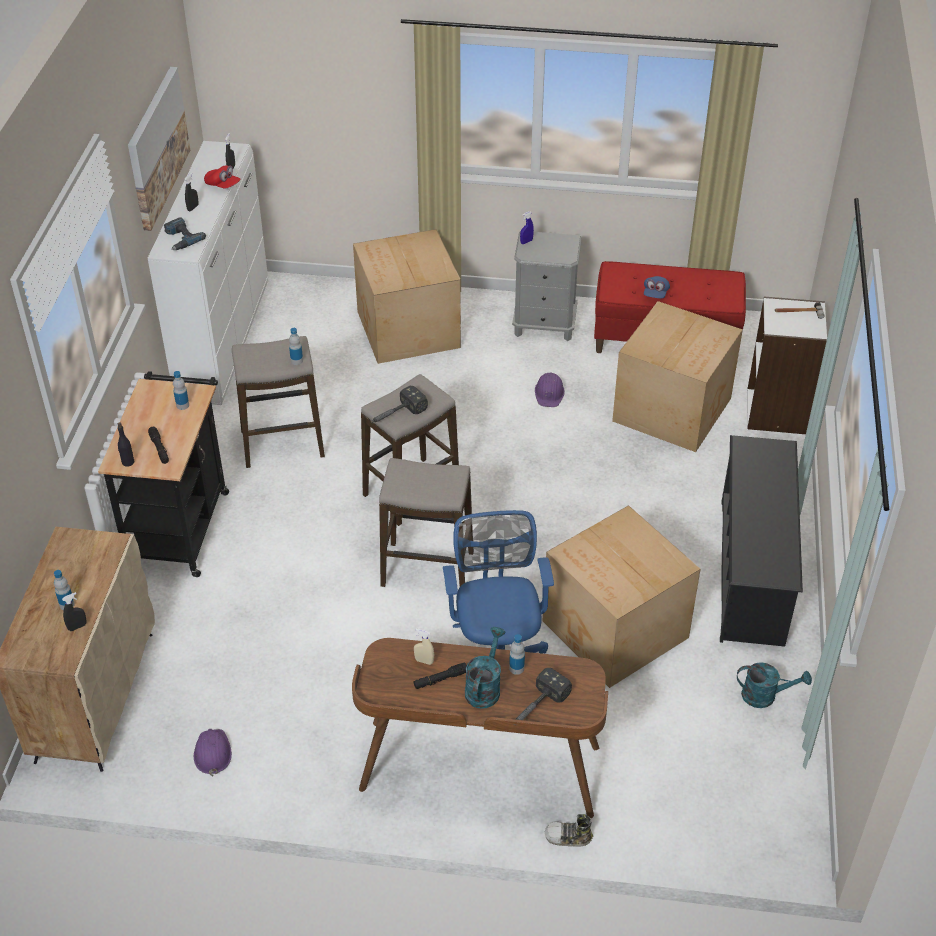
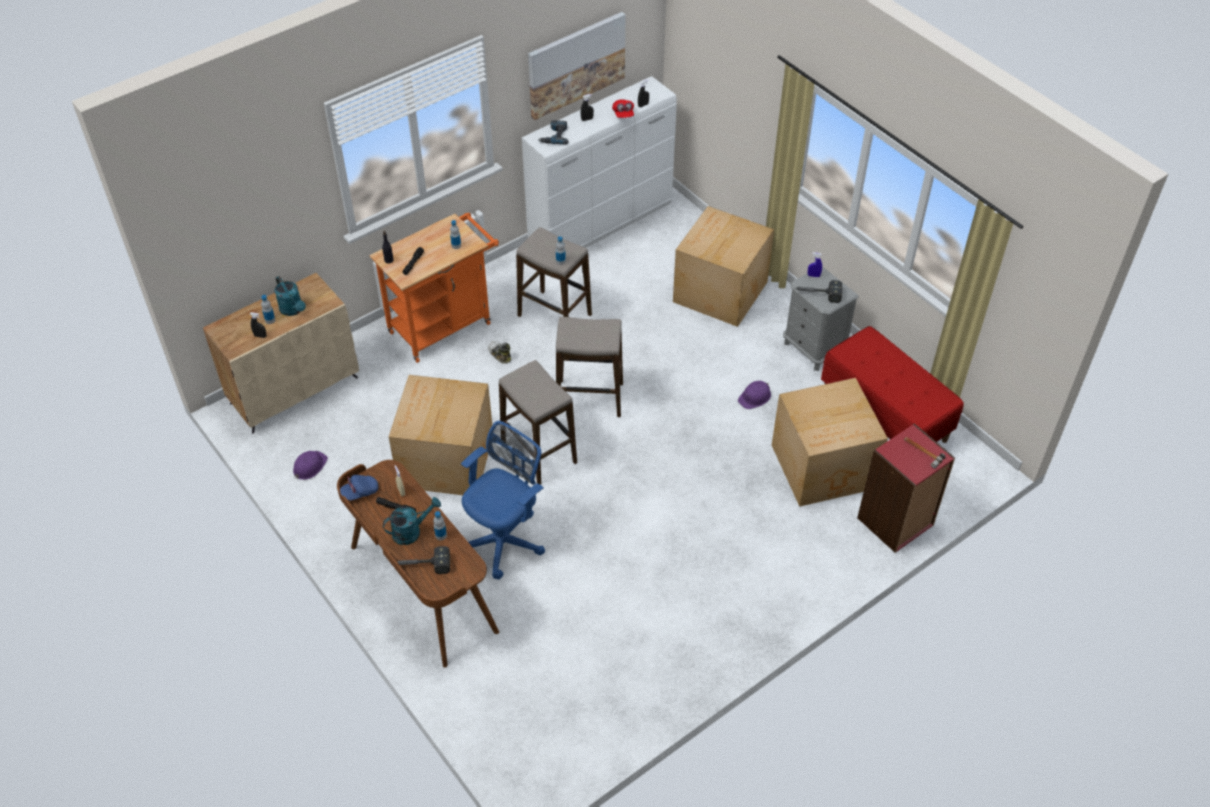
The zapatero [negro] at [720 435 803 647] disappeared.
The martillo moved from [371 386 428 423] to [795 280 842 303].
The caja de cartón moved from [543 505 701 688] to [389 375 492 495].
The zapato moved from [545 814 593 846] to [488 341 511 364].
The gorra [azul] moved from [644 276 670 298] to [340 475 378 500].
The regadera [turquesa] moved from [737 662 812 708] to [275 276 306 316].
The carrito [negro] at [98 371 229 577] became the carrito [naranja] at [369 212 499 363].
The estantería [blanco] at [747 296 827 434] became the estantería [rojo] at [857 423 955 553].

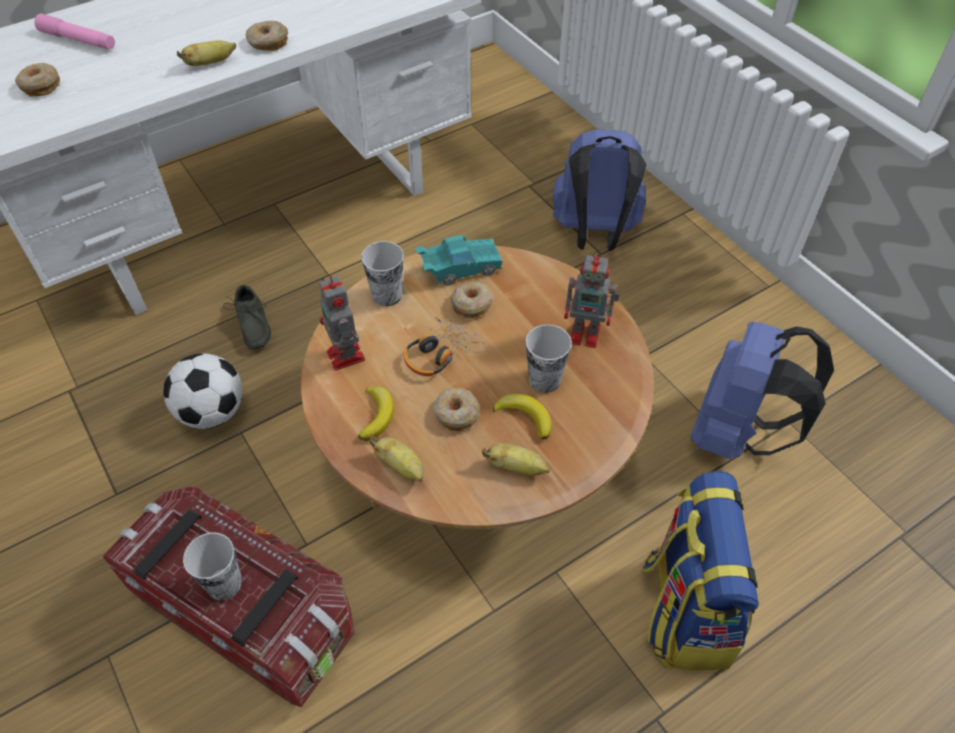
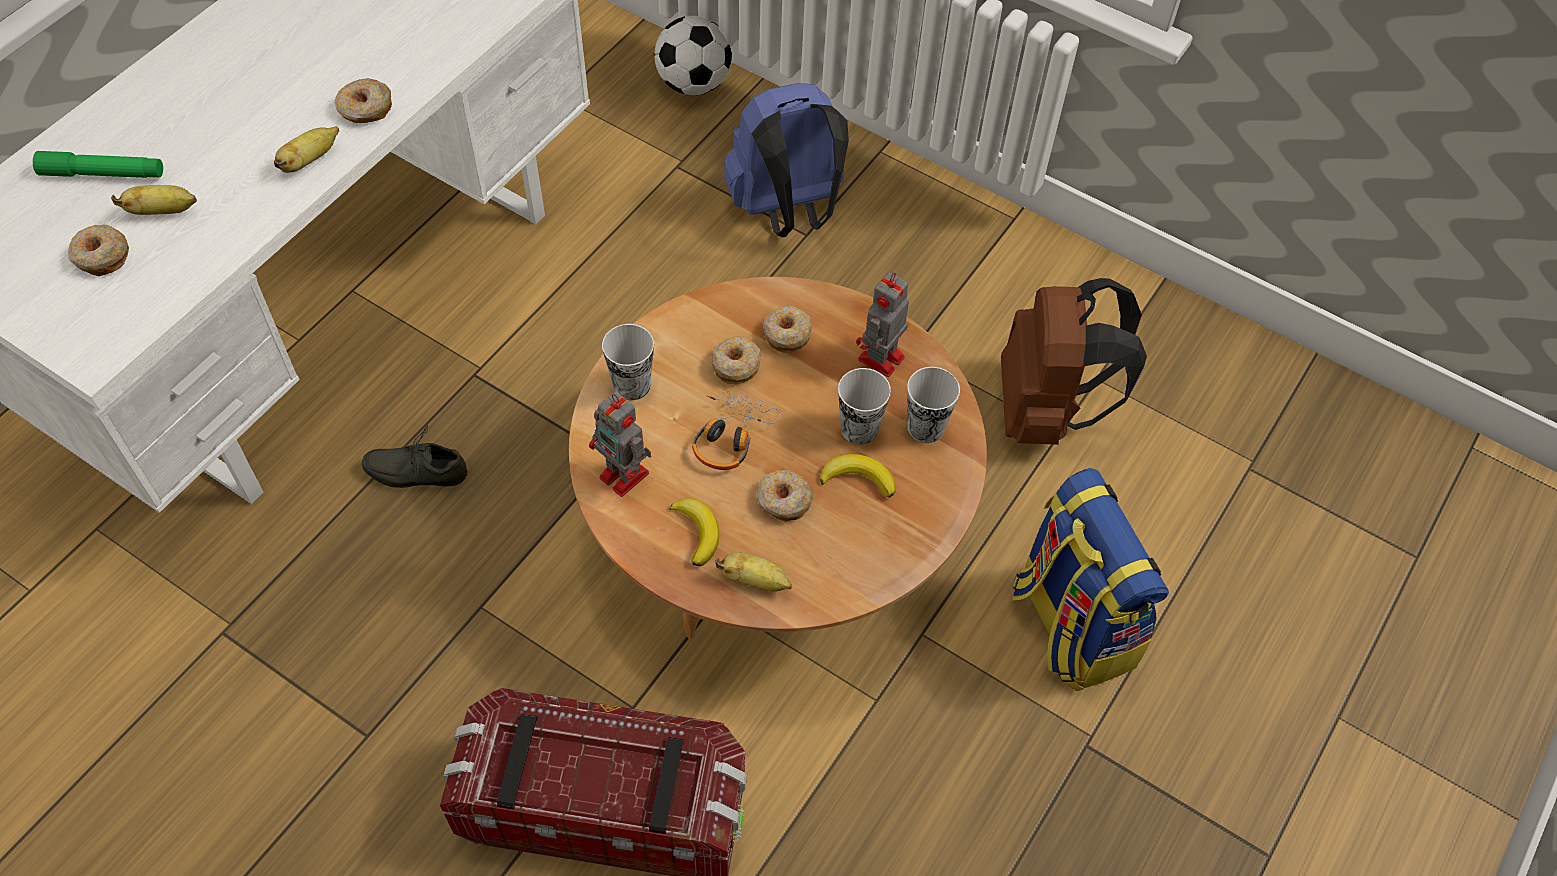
The coche de juguete [turquesa] at [415 235 503 286] disappeared.
The rosquilla at [763 305 812 353] appeared.
The balón de fútbol moved from [163 353 243 429] to [654 16 732 95].
The taza moved from [183 533 242 600] to [907 367 960 443].
The plátano moved from [482 443 550 476] to [111 185 197 215].
The linterna [rosa] at [34 14 115 49] became the linterna [verde] at [33 151 163 178].
The mochila [azul] at [691 322 834 459] became the mochila [marrón] at [1001 278 1147 445].
The zapato [gris] at [223 285 271 349] turned 135 degrees clockwise.
The robot de juguete at [564 252 620 348] turned 135 degrees clockwise.

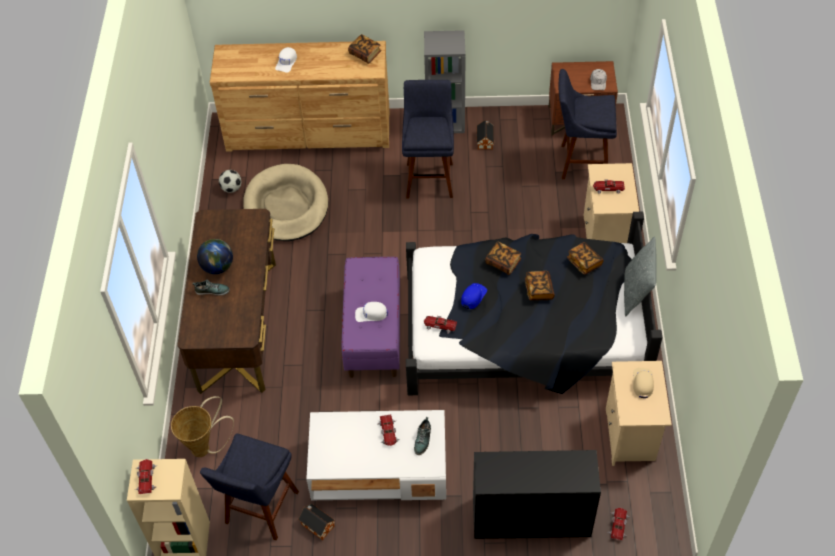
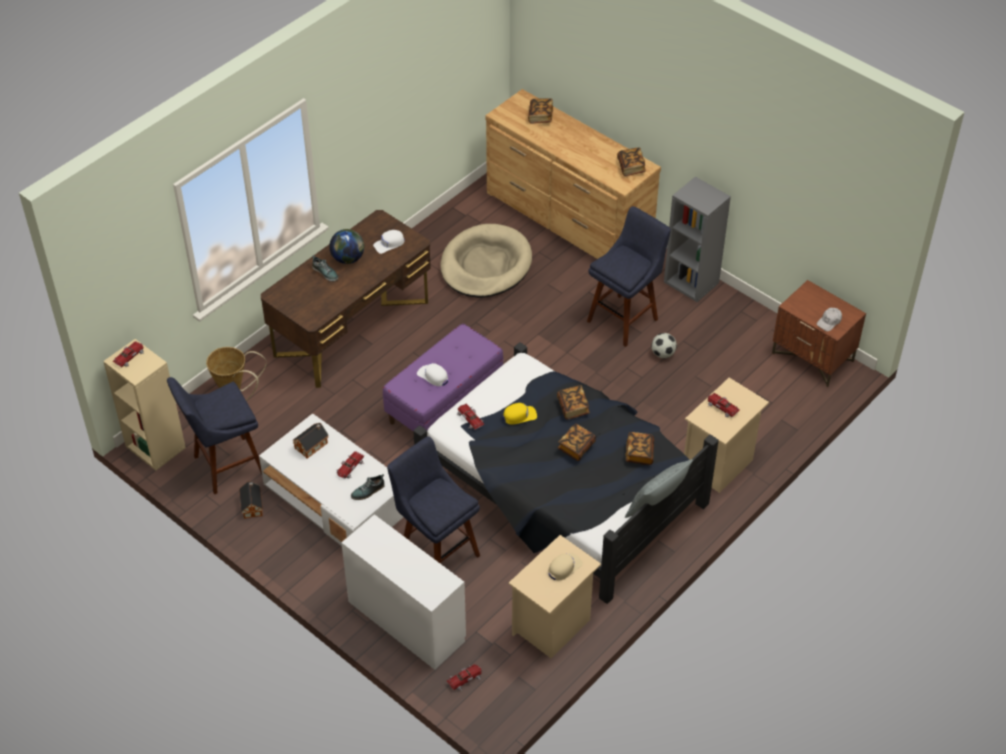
The libro at [528 98 553 124] appeared.
The balón de fútbol moved from [219 170 241 193] to [651 333 677 358].
The gorra [blanco] moved from [275 47 297 72] to [373 230 405 254].
The casita moved from [477 120 494 150] to [292 423 329 458].
The taburete [azul] moved from [559 69 617 179] to [387 436 480 564].
The gorra [azul] at [461 283 487 309] became the gorra [amarillo] at [503 403 537 424].
The escritorio [negro] at [473 450 601 539] became the escritorio [blanco] at [341 514 466 670].

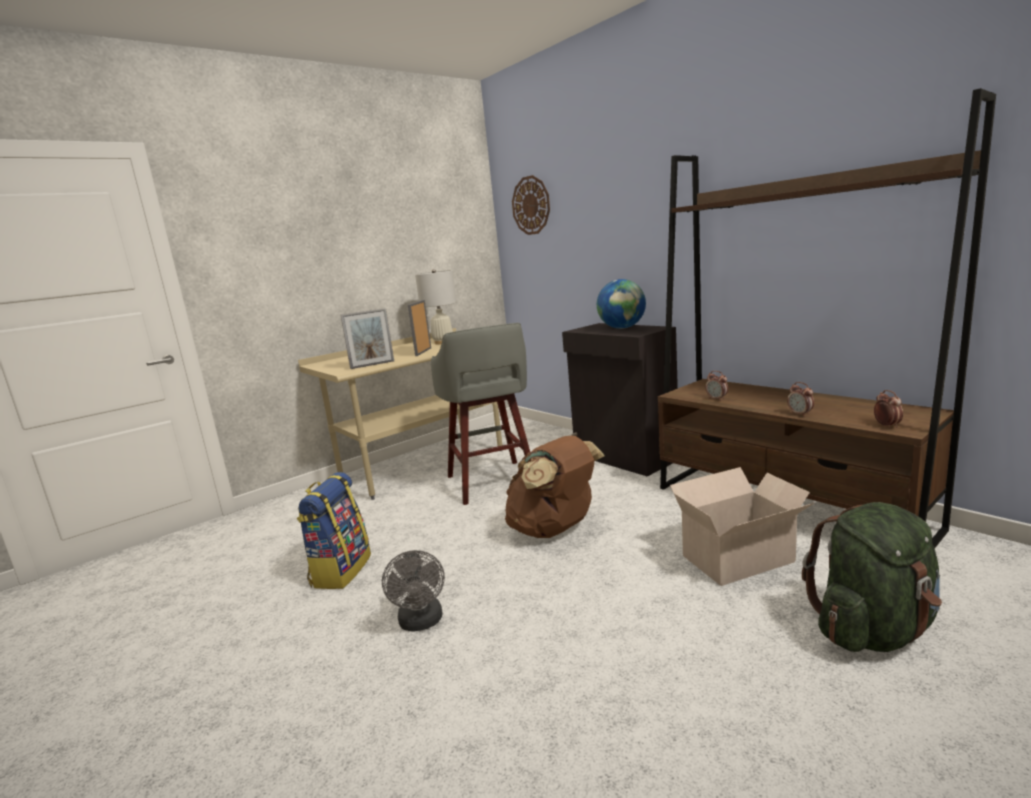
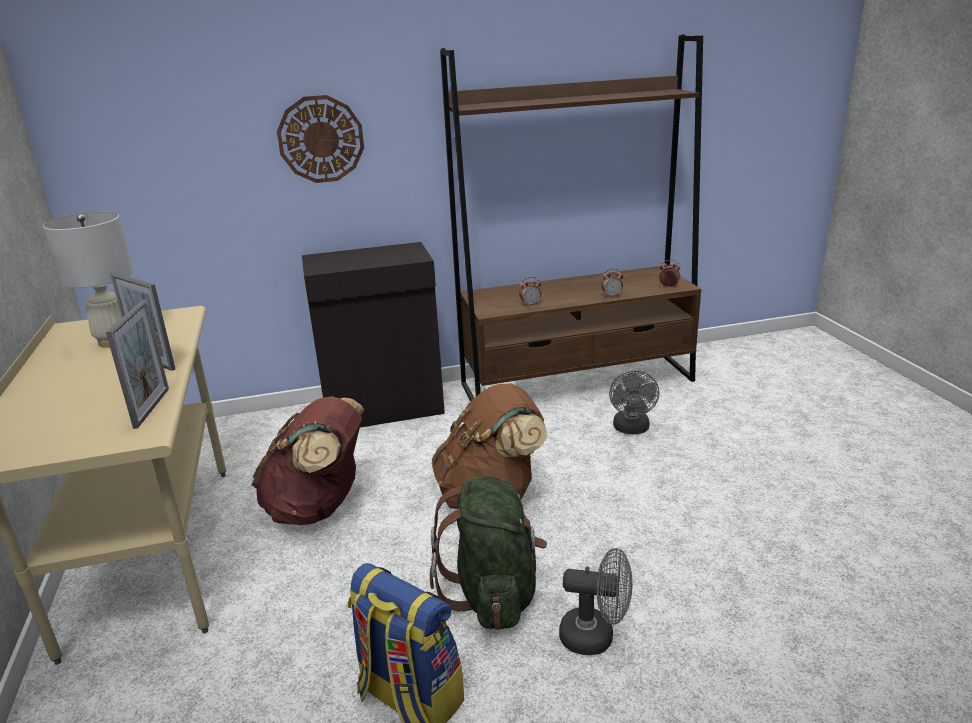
The globo terráqueo at [597 279 646 329] disappeared.
The reloj de pared moved from [512 175 550 235] to [277 95 364 183].
The mochila [verde] moved from [802 502 942 652] to [430 477 547 630].
The taburete [gris] at [431 323 530 505] was replaced by the mochila [marrón] at [252 396 364 525].
The caja de cartón at [670 467 814 586] was replaced by the ventilador [gris] at [609 371 659 434].

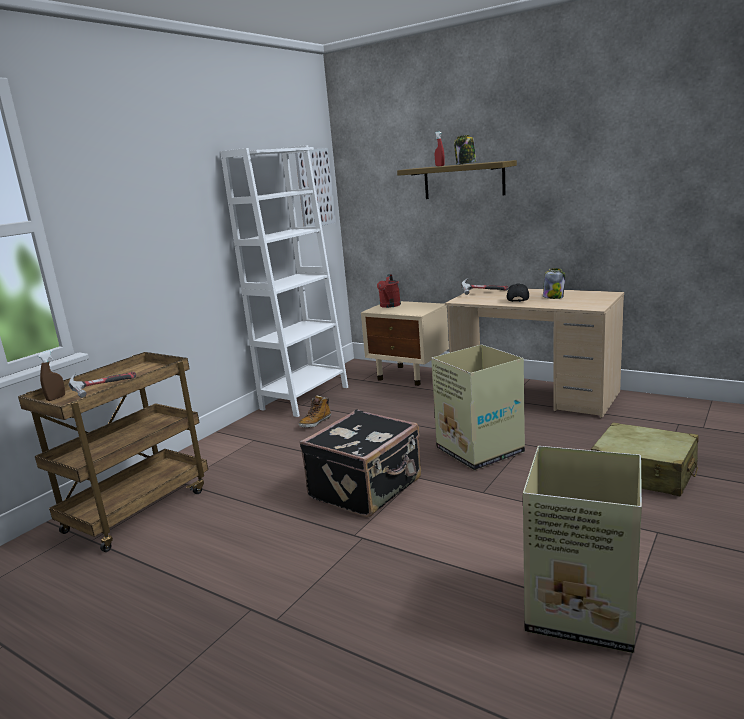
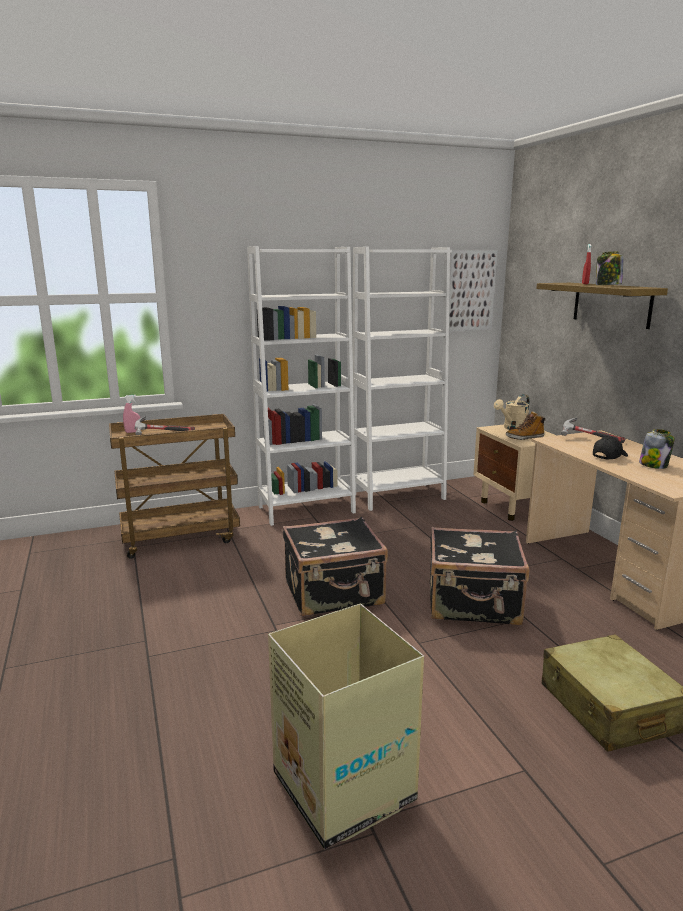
The estantería [blanco] at [247 246 356 526] appeared.
The bota moved from [299 395 331 428] to [506 411 545 440].
The caja de cartón at [431 344 525 470] was replaced by the maleta [negro] at [430 527 529 625].
The pulverizador [marrón] at [38 350 65 401] became the pulverizador [rosa] at [123 395 140 433].
The regadera [rojo] at [377 274 401 308] became the regadera [beis] at [494 394 530 430].

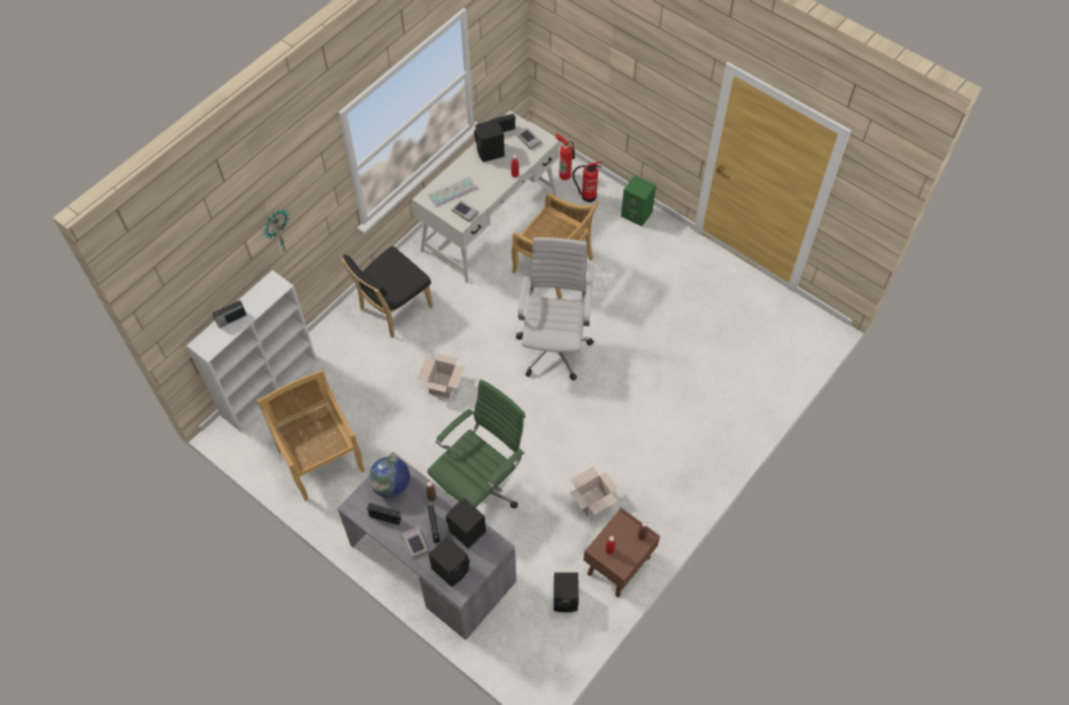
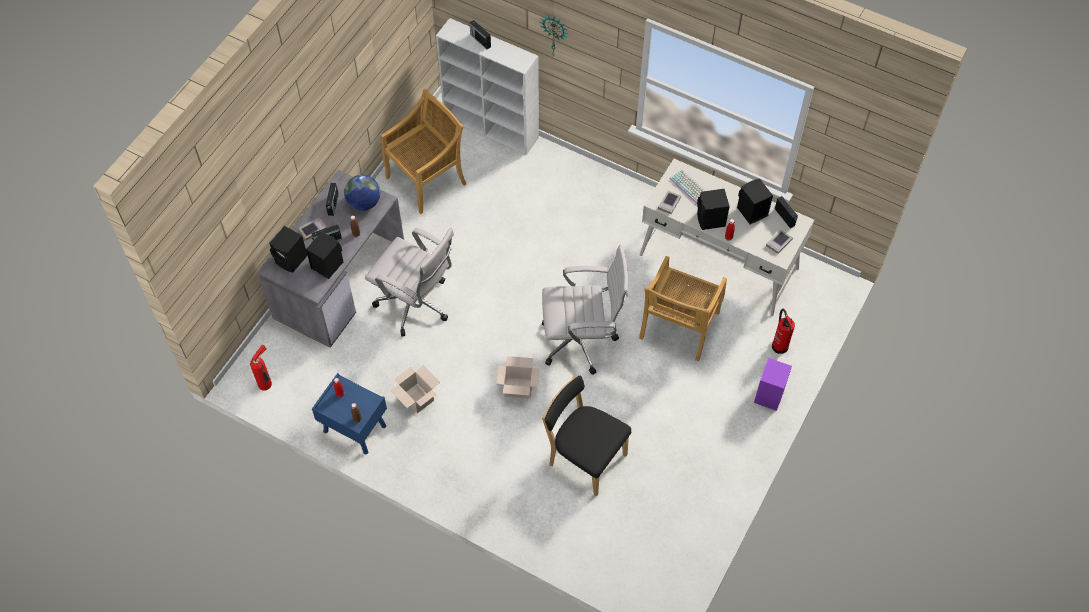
The silla [negro] moved from [341 246 433 338] to [542 375 631 497].
The caja de cartón moved from [417 354 465 399] to [497 356 540 399].
The altavoz [negro] moved from [554 573 579 612] to [697 189 730 230].
The extintor moved from [555 133 575 180] to [250 344 272 391].
The silla de oficina [verde] at [427 379 525 508] became the silla de oficina [blanco] at [365 228 454 337].
The mesita de noche [marrón] at [584 507 660 597] became the mesita de noche [azul] at [312 373 387 454].
The altavoz [verde] at [621 175 656 227] became the altavoz [morado] at [754 358 792 411].

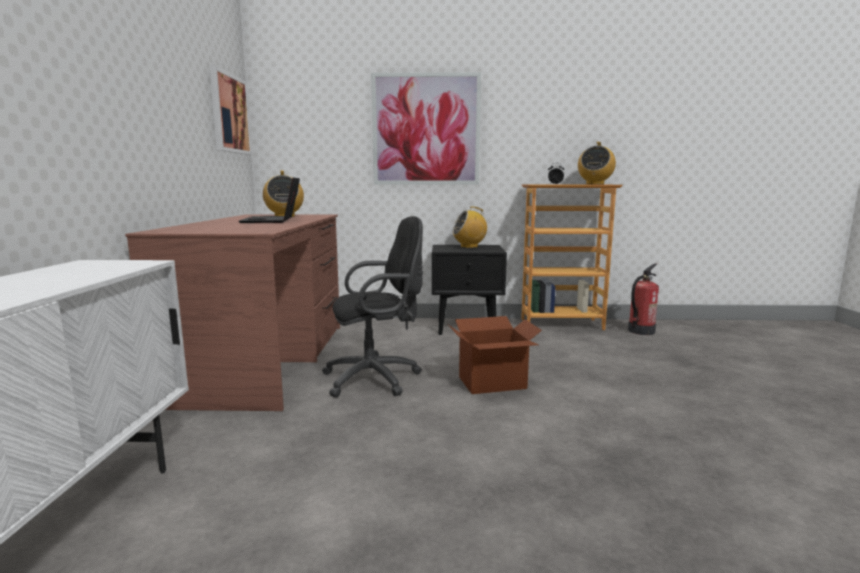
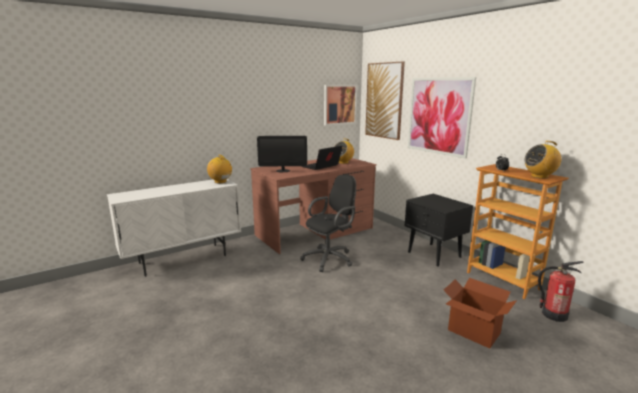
The monitor at [257 136 307 172] appeared.
The cuadro at [365 61 405 140] appeared.
The caja de cartón moved from [448 316 542 394] to [444 278 517 349].
The radio moved from [452 207 487 248] to [207 155 233 183].
The silla de oficina [negro] at [322 216 423 398] turned 75 degrees counterclockwise.

